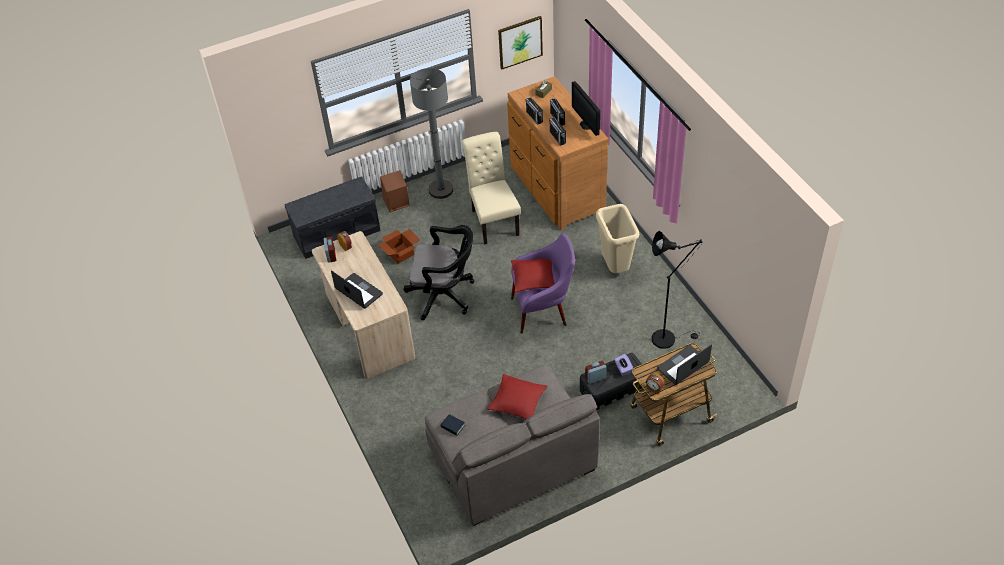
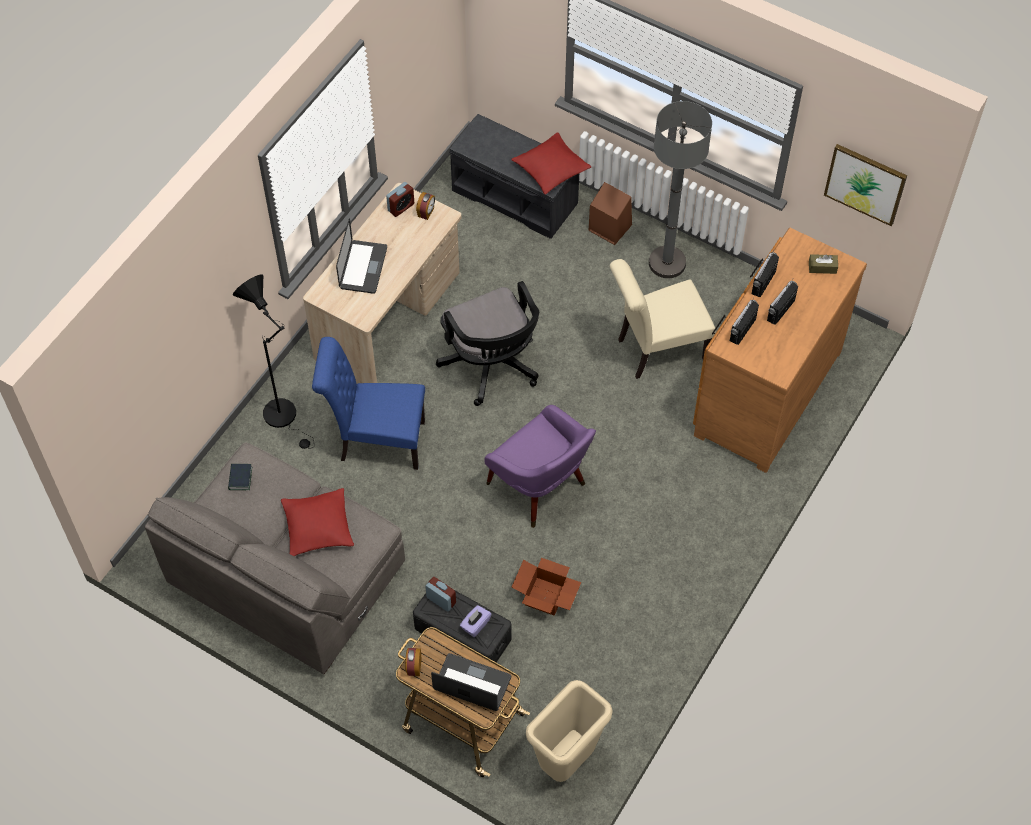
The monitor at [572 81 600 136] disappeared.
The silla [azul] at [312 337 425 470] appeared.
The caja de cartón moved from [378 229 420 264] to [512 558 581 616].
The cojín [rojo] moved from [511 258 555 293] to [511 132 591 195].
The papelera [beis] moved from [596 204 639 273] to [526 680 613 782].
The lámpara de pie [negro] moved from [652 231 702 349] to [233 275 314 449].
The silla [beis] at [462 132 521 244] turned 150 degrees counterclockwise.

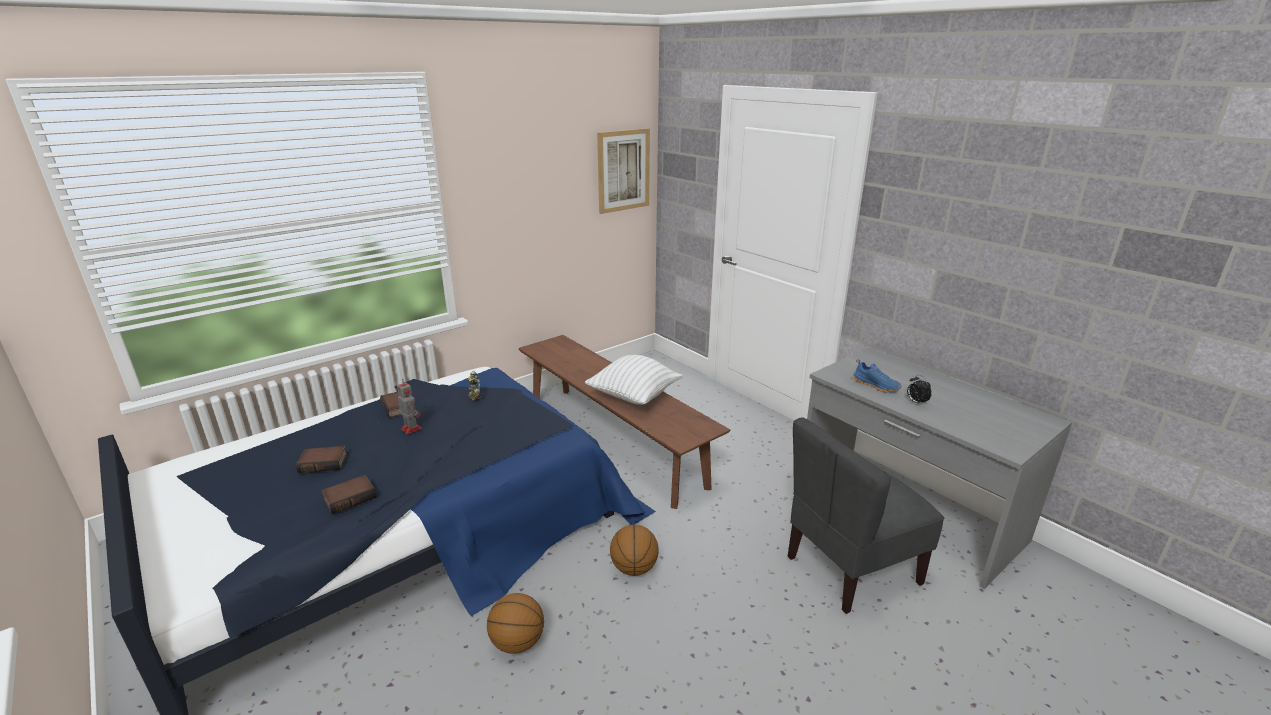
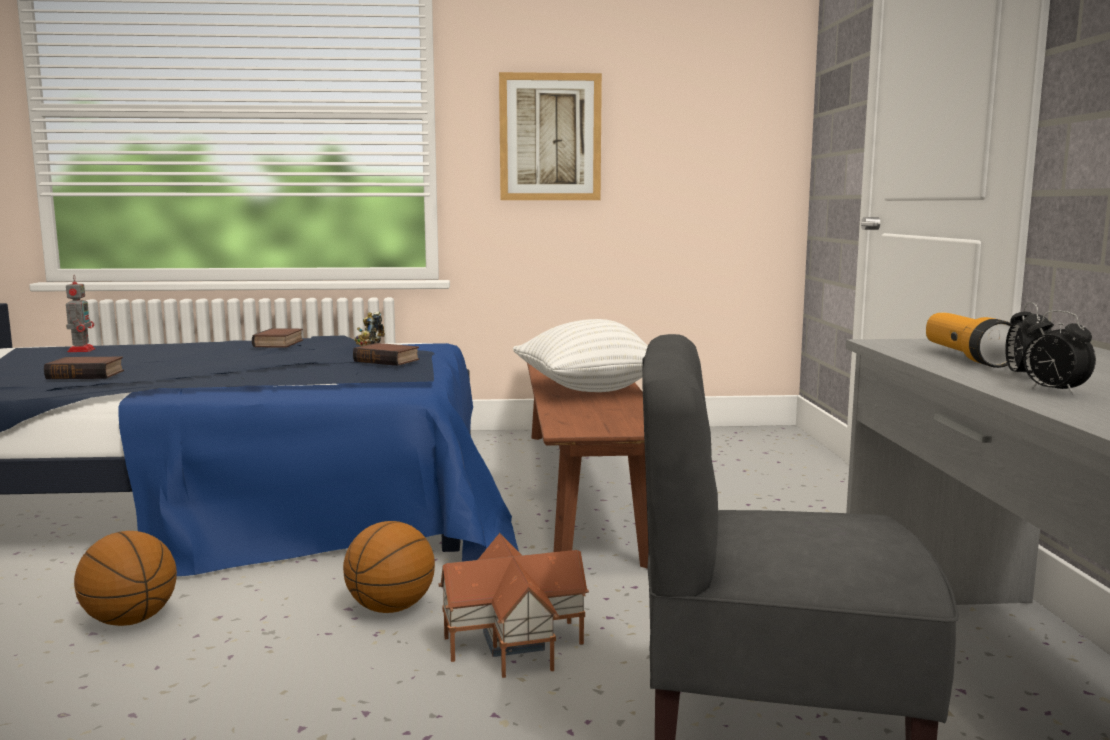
The casita at [438 533 589 678] appeared.
The despertador at [1024 310 1096 396] appeared.
The libro moved from [296 446 347 473] to [353 343 419 366].
The robot de juguete moved from [397 380 422 434] to [66 275 95 352].
The cuadro moved from [597 128 650 214] to [499 72 602 200].
The zapato [azul] at [852 359 901 393] was replaced by the linterna at [926 313 1012 368].

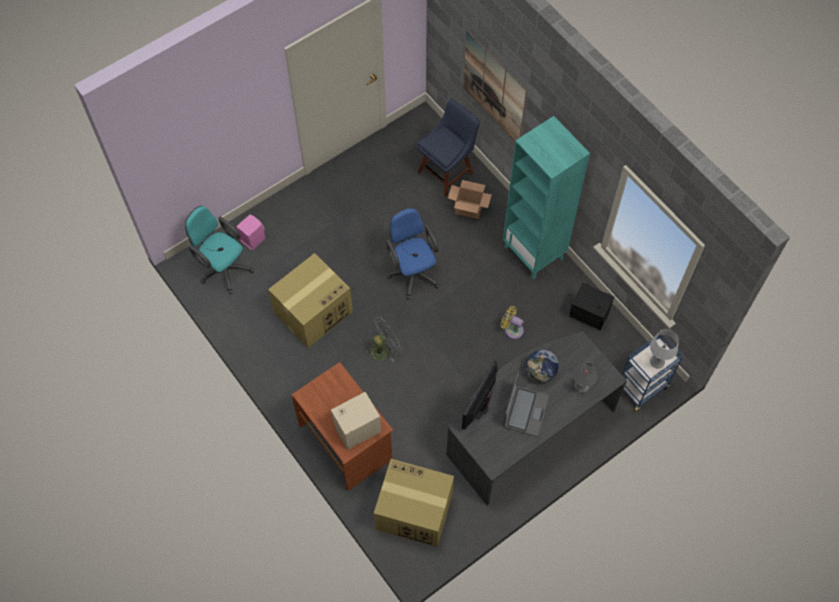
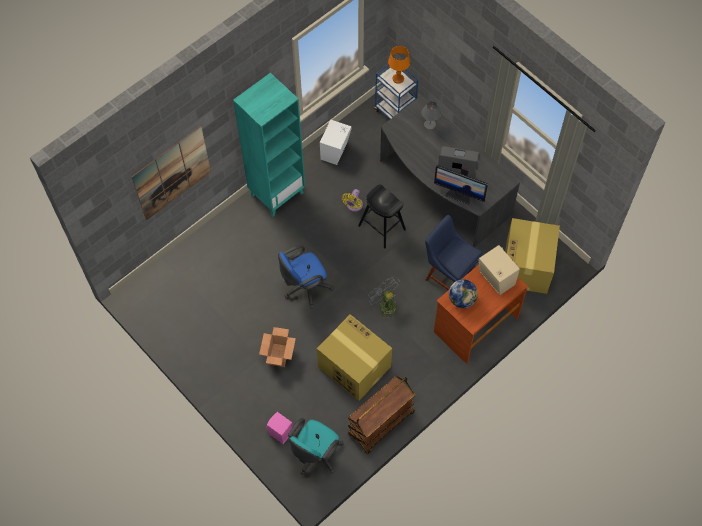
The carrito [marrón] at [348 376 415 454] appeared.
The taburete [negro] at [358 184 406 249] appeared.
The silla [azul] moved from [416 99 480 197] to [425 215 483 290].
The caja de cartón moved from [448 180 492 219] to [259 327 296 367].
The globo terráqueo moved from [526 350 559 383] to [449 279 478 308].
The altavoz [negro] at [570 283 614 330] became the altavoz [blanco] at [320 120 351 165].
The lámpara de mesa [gris] at [650 329 679 368] became the lámpara de mesa [naranja] at [388 46 410 84].

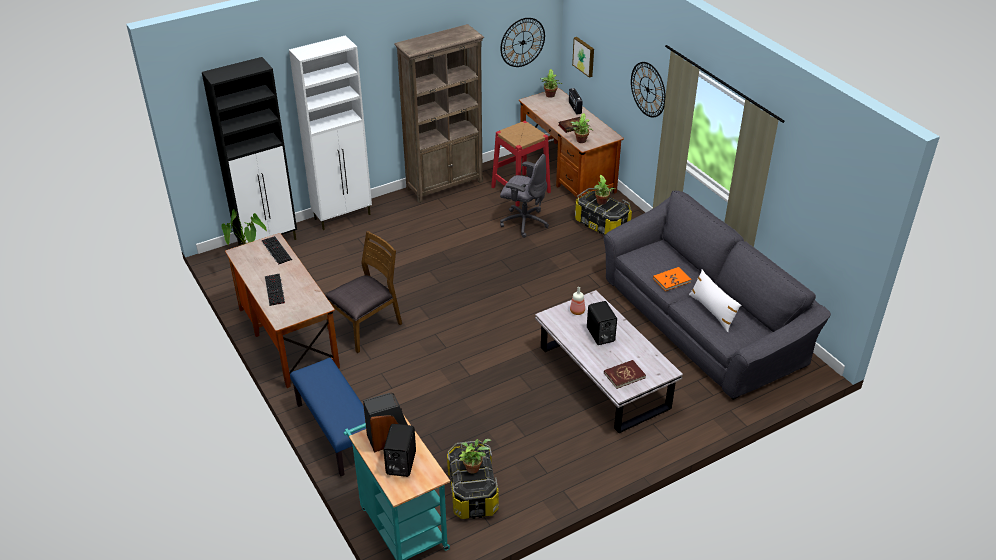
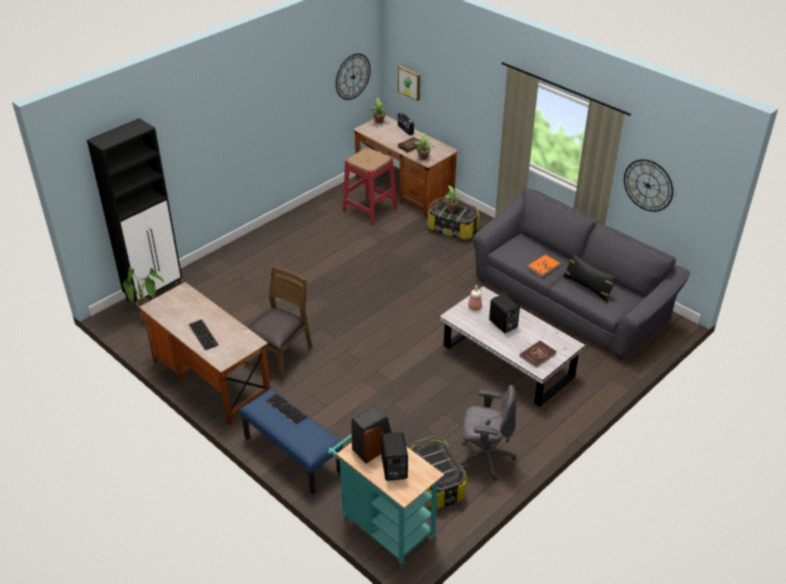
The armario [blanco] at [289 35 372 230] disappeared.
The estantería [marrón] at [394 24 484 203] disappeared.
The planta en maceta at [459 439 491 474] disappeared.
The teclado moved from [262 236 292 264] to [266 393 308 425].
The silla de oficina [gris] moved from [500 154 549 238] to [461 385 517 480].
The reloj de pared moved from [631 62 666 118] to [624 159 673 212].
The cojín [blanco] at [689 269 741 332] became the cojín [negro] at [563 253 618 303].

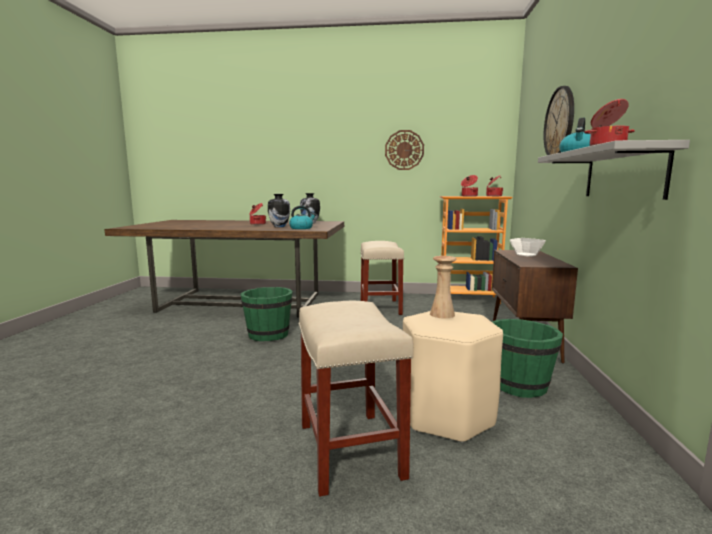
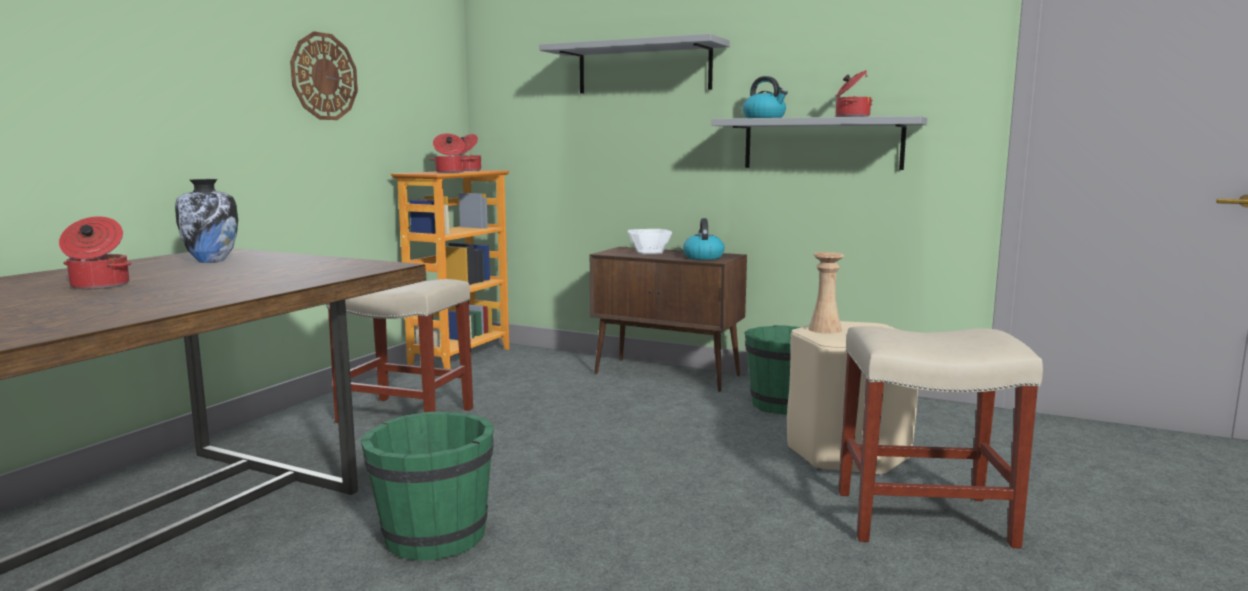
The florero at [268 194 290 227] disappeared.
The hervidor moved from [289 206 316 229] to [683 218 725 260].
The reloj de pared at [544 86 574 155] was replaced by the estante [gris] at [539 33 730 94].

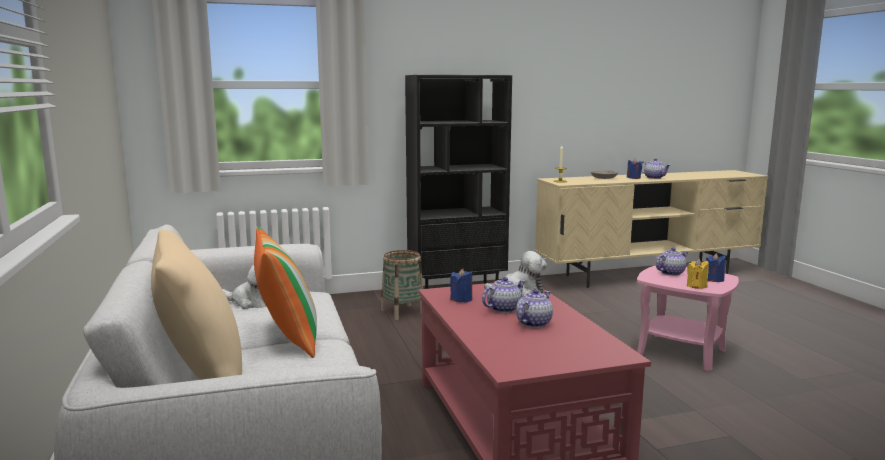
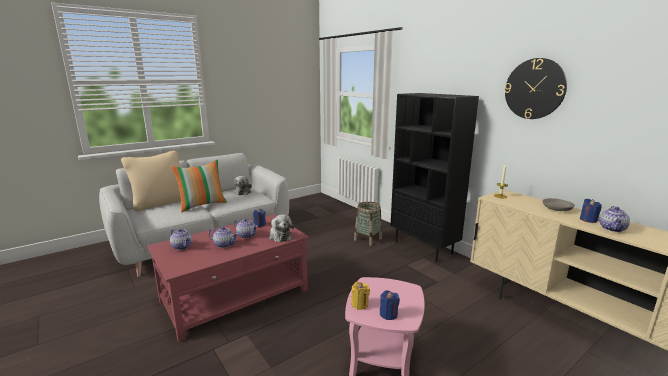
The reloj de pared at [504 58 567 119] appeared.
The tetera moved from [656 247 688 276] to [170 229 192 250].

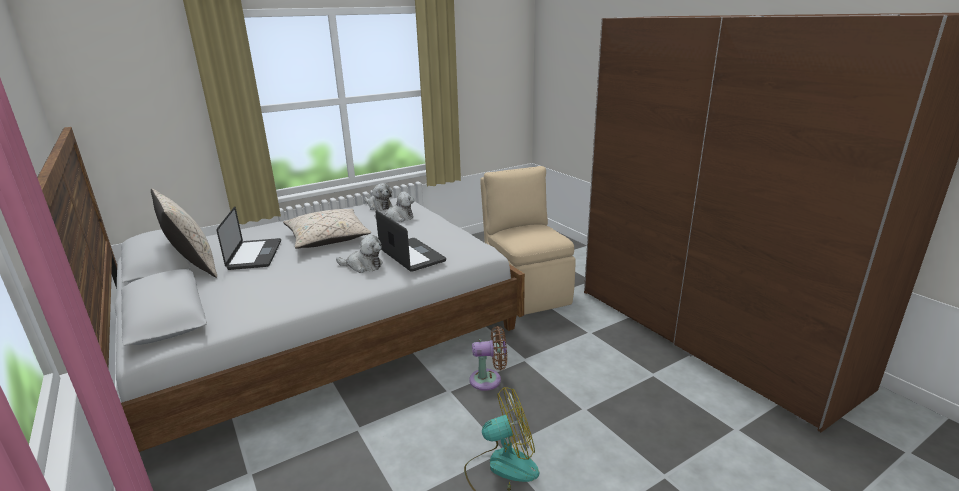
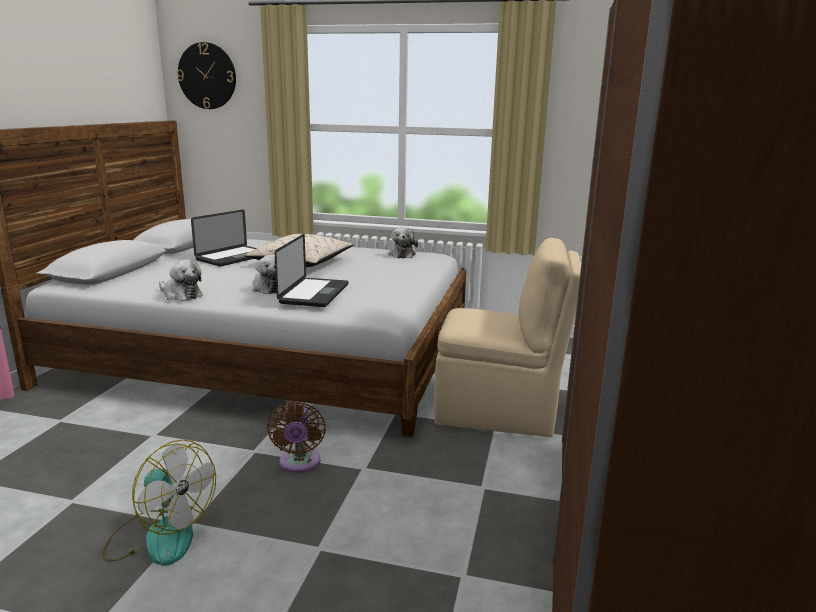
The cojín [beis] at [151 188 217 278] disappeared.
The reloj de pared at [177 42 236 109] appeared.
The peluche moved from [374 192 415 222] to [159 260 203 301].
The ventilador [marrón] at [469 326 507 391] turned 45 degrees clockwise.
The silla [beis] at [480 166 576 315] turned 75 degrees clockwise.

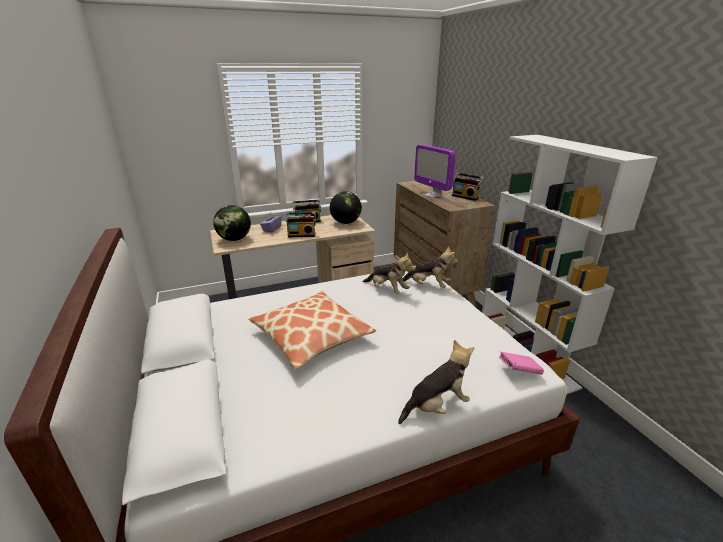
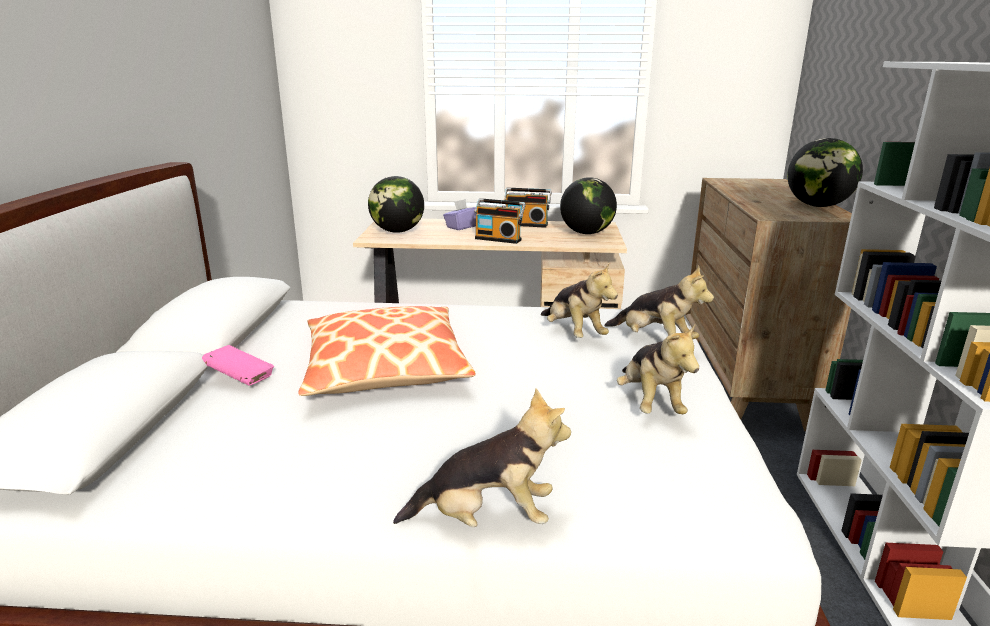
The monitor at [414 144 455 198] disappeared.
The peluche at [617 323 699 414] appeared.
The libro [rosa] moved from [499 352 544 375] to [202 345 275 386].
The radio at [452 173 484 201] was replaced by the globo terráqueo at [787 138 863 207].

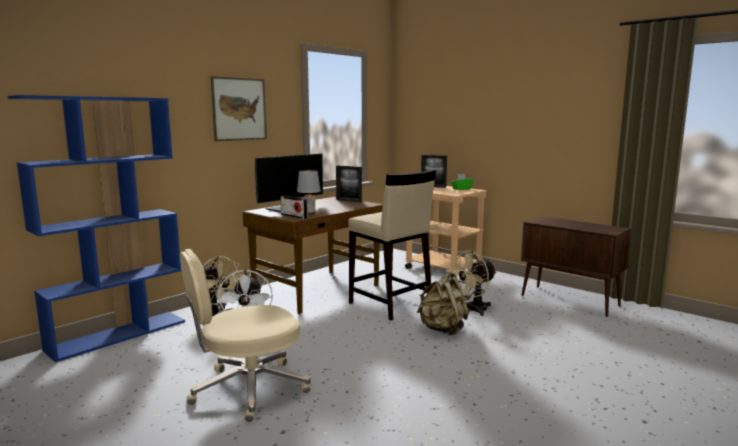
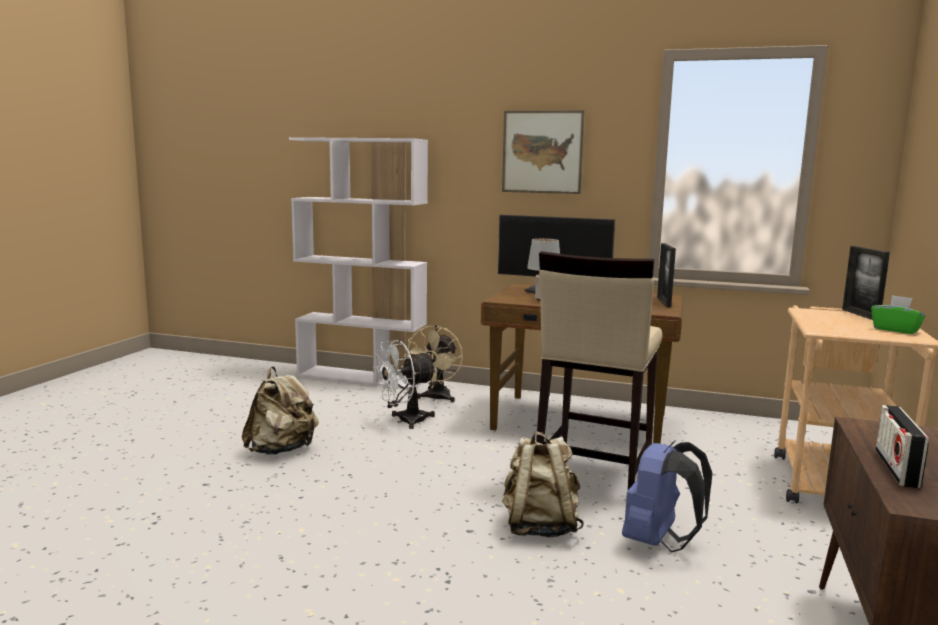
The radio moved from [281 196 308 219] to [875 405 929 488].
The silla de oficina [beis] at [180 249 311 423] was replaced by the mochila [beis] at [242 366 319 455].
The ventilador [beis] at [448 250 497 316] was replaced by the mochila [azul] at [622 440 713 553].
The estantería [azul] at [7 95 185 362] became the estantería [blanco] at [289 137 428 390].

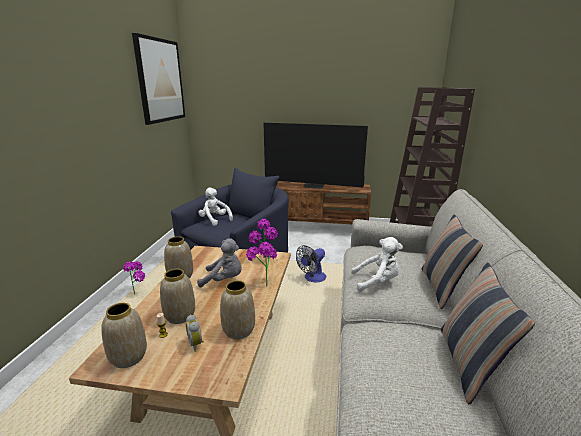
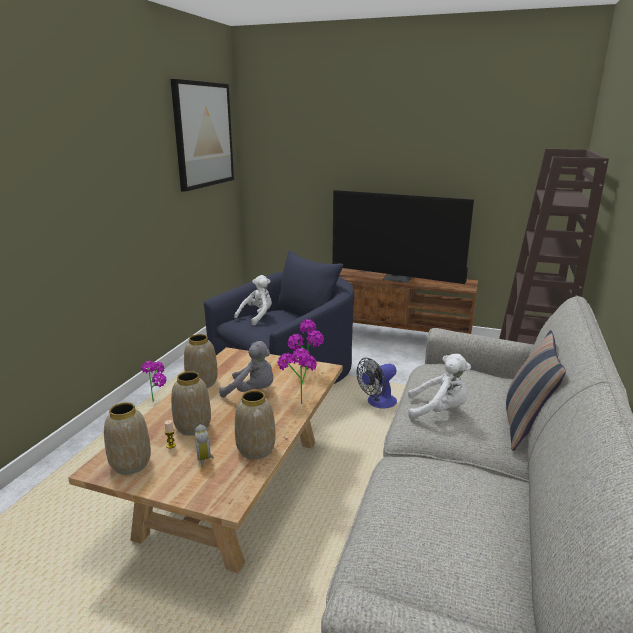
The cojín at [441 262 535 404] disappeared.
The peluche [blanco] at [198 188 233 226] turned 75 degrees clockwise.

